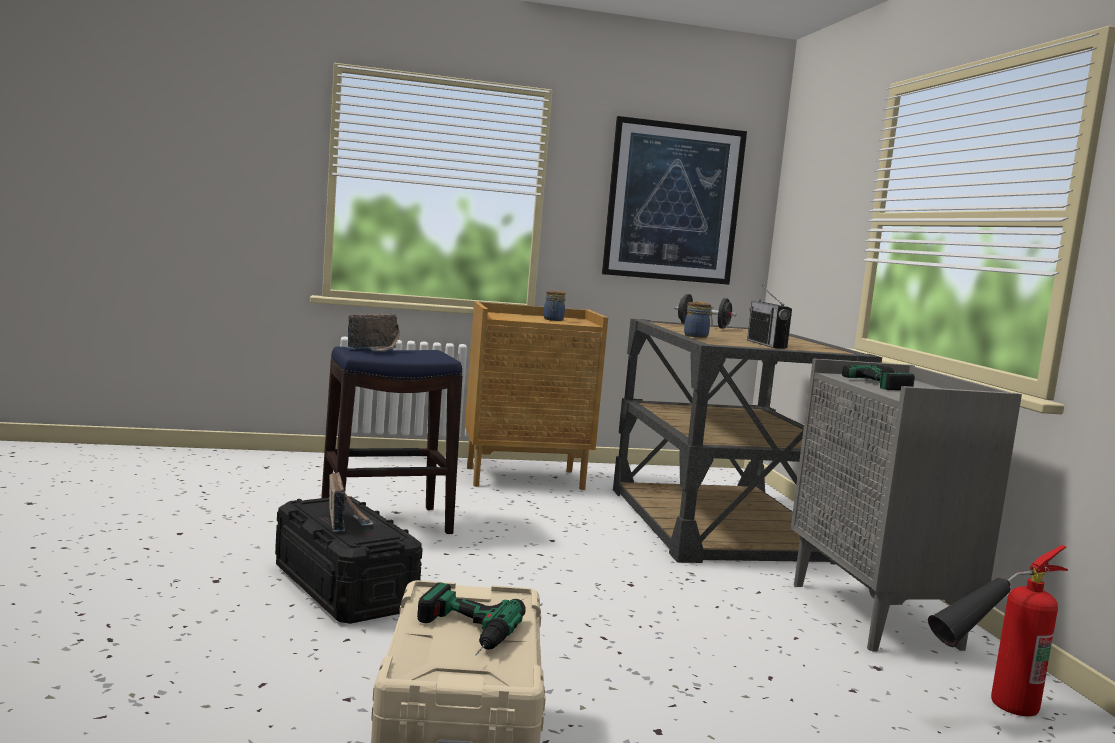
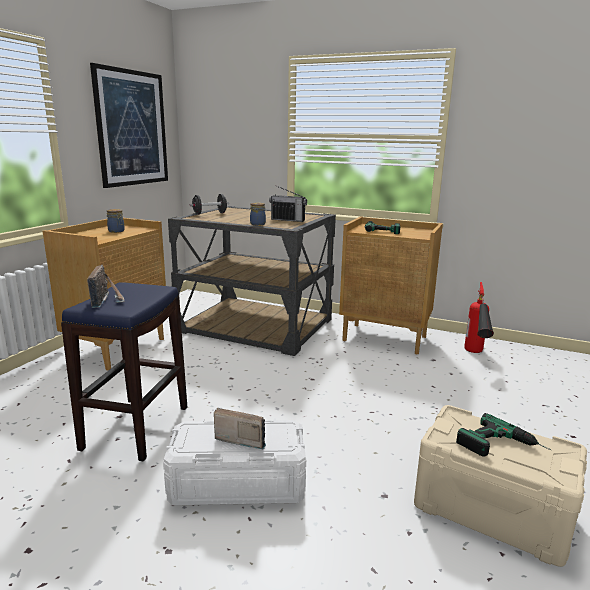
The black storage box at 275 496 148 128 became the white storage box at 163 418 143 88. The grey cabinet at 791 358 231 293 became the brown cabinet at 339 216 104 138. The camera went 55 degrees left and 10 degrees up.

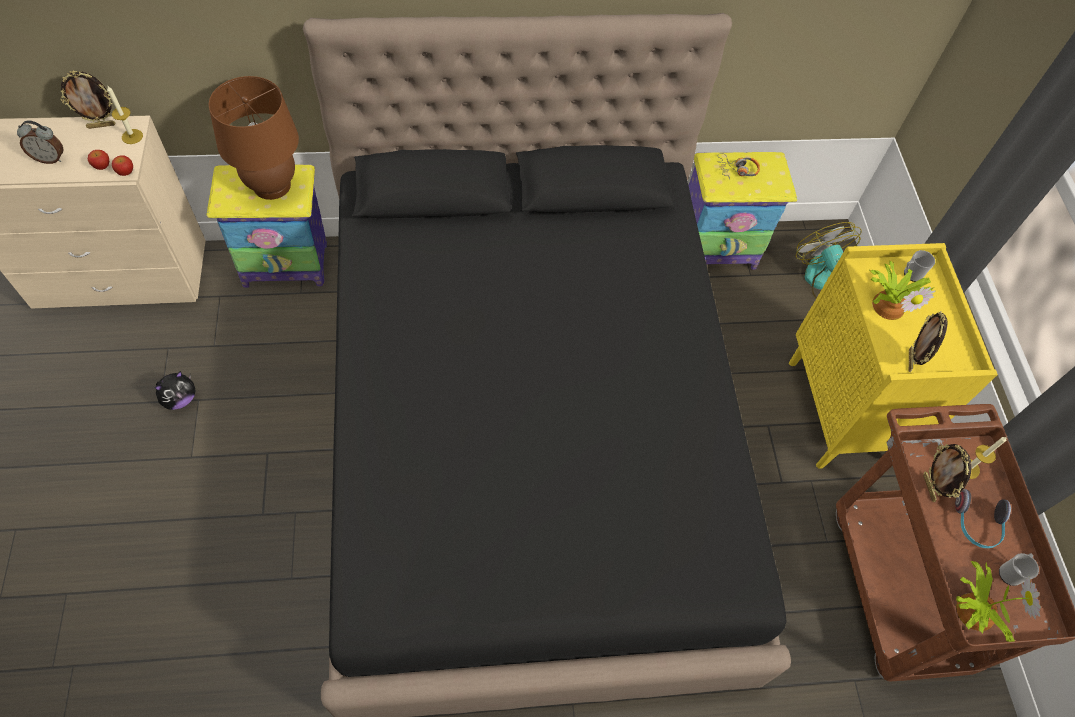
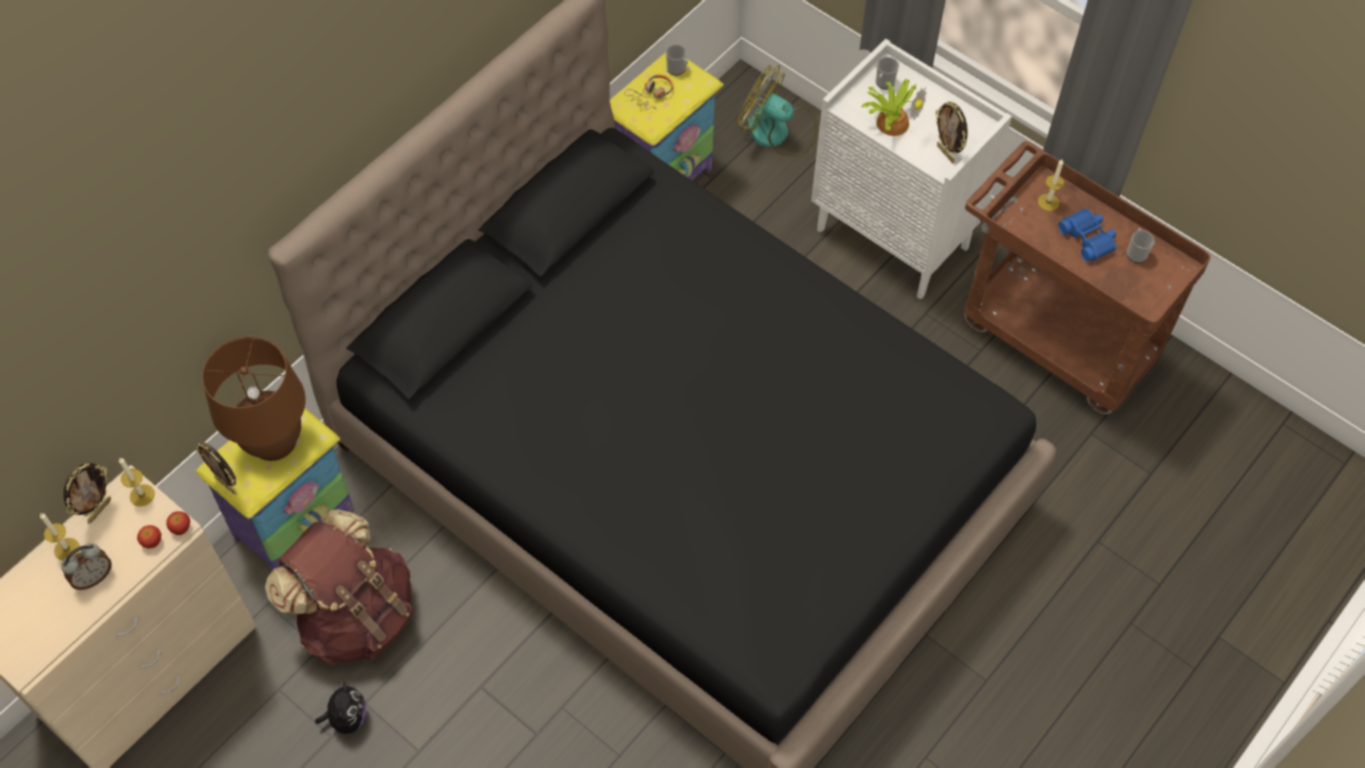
The potted plant at 956 561 85 81 disappeared. The candle at 40 513 40 48 appeared. The brown backpack at 265 509 148 156 appeared. The mug at 666 44 22 31 appeared. The picture frame moved from 923 444 48 58 to 196 442 41 52. The headphones at 955 489 56 59 was replaced by the blue binoculars at 1058 209 58 53. The yellow cabinet at 789 243 209 226 became the white cabinet at 811 39 201 260. The camera went 40 degrees left and 0 degrees up.

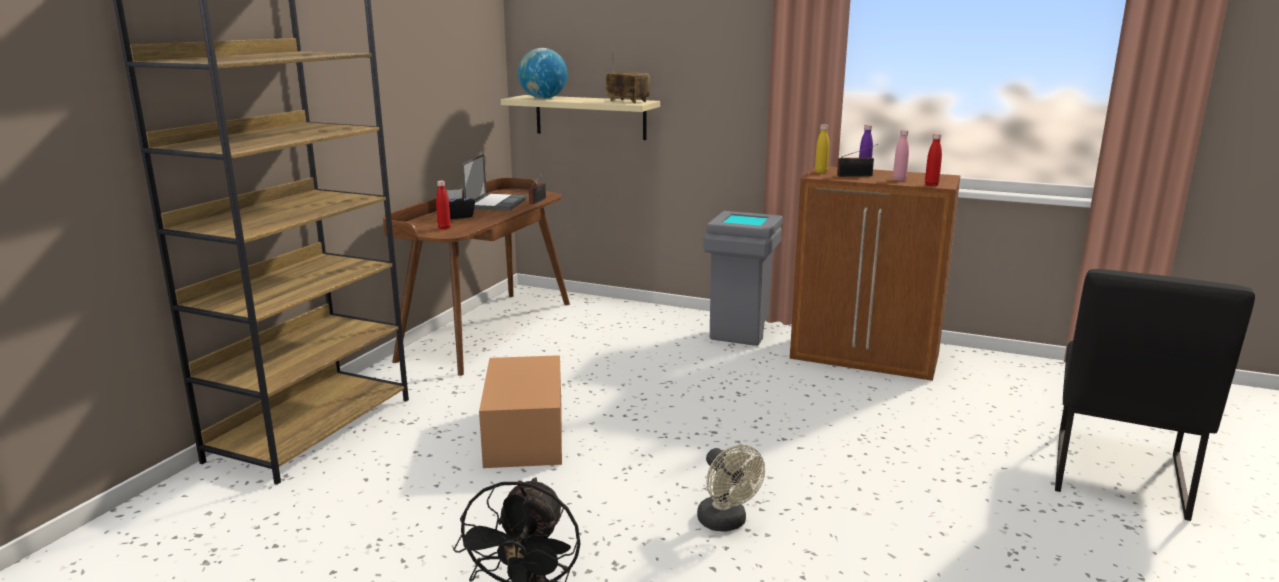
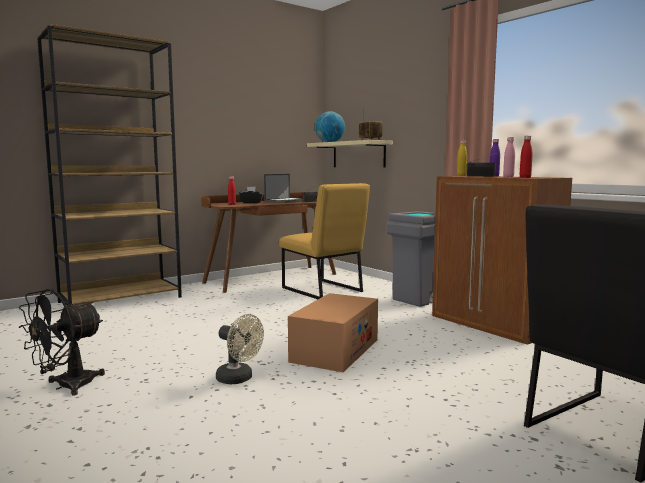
The yellow chair at 279 183 91 116 appeared. The cardboard box moved from 479 355 83 113 to 288 293 90 79. The beige fan at 697 445 68 87 turned 60 degrees counterclockwise. The camera went 30 degrees right and 10 degrees down.

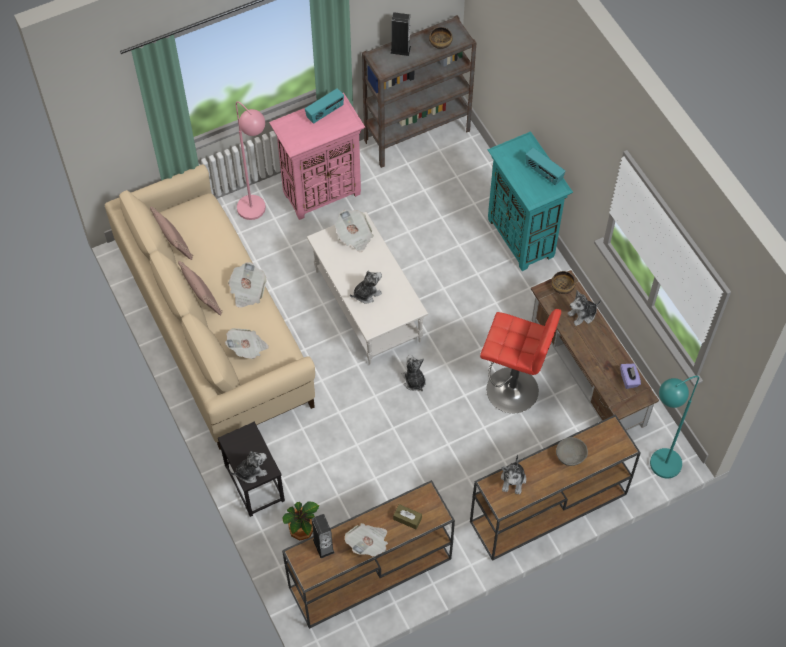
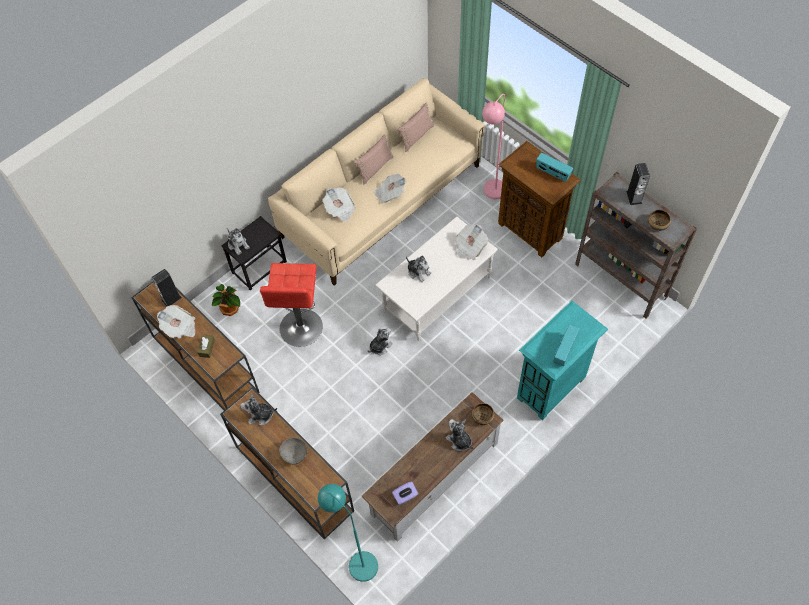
The red stool moved from 480 309 81 104 to 260 263 63 84. The pink cabinet at 269 93 96 127 became the brown cabinet at 498 141 83 117. The camera went 75 degrees right and 0 degrees up.

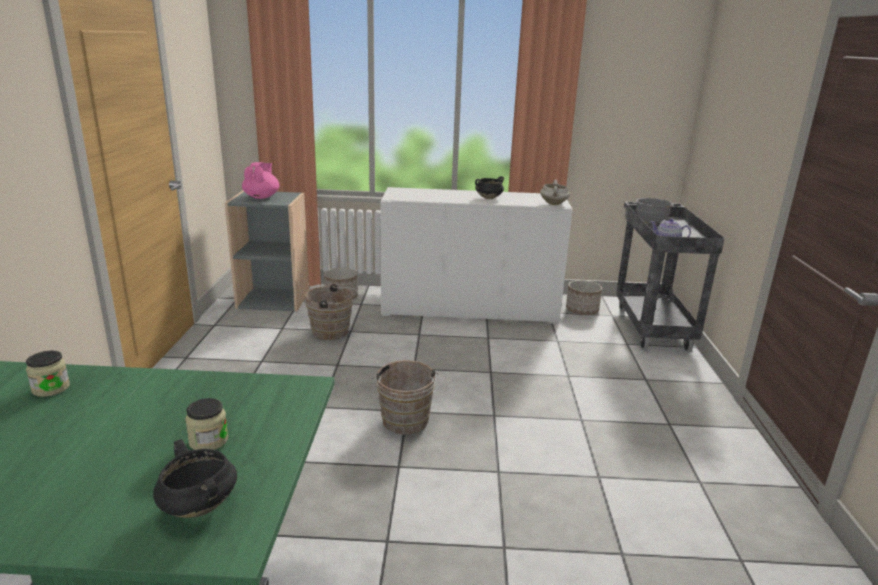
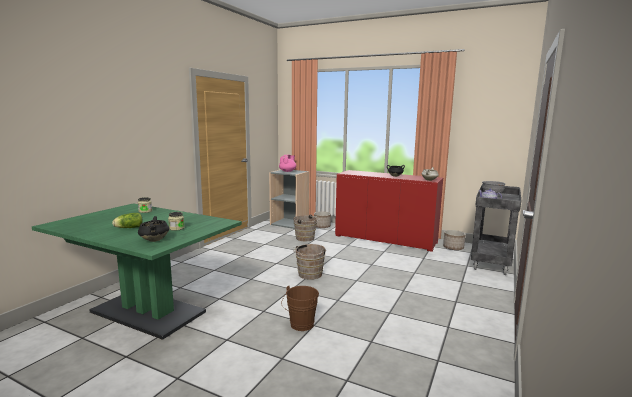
The lettuce at 112 213 31 15 appeared. The brown bucket at 281 286 38 45 appeared. The white cabinet at 381 187 192 137 became the red cabinet at 335 170 108 82. The camera went 25 degrees right and 10 degrees down.

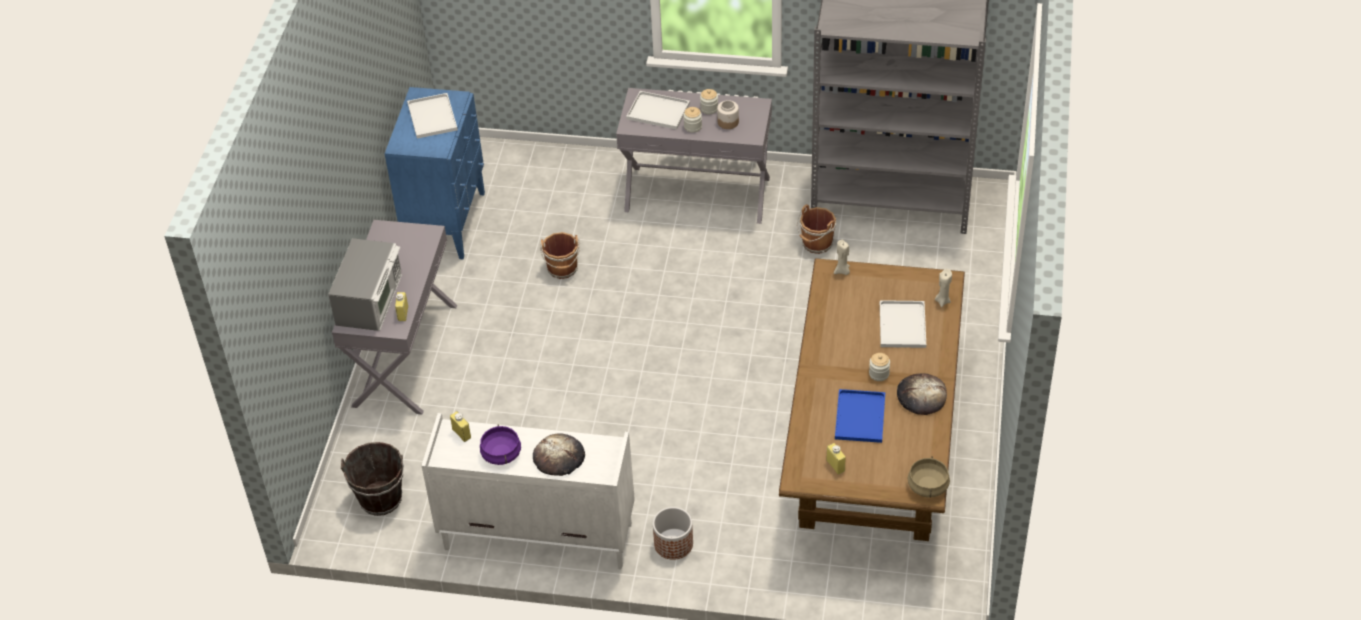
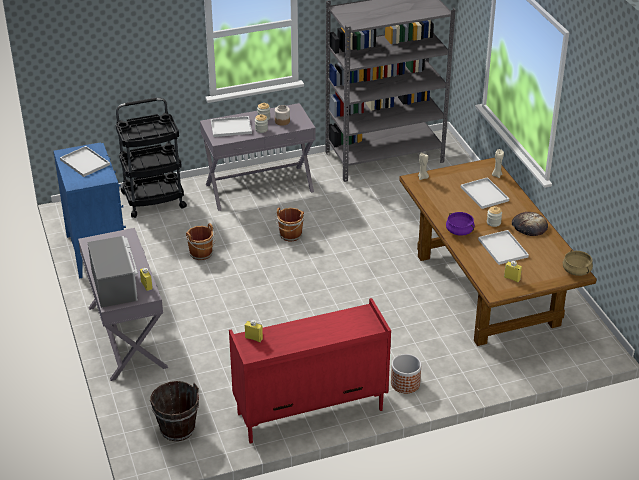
The bread at 533 433 52 43 disappeared. The black cart at 116 98 71 120 appeared. The purple cooking pot moved from 480 424 41 41 to 446 212 29 24. The brown bucket moved from 797 204 40 50 to 275 207 30 35. The white cabinet at 422 413 213 157 became the red cabinet at 229 298 162 145. The blue tray at 835 389 50 54 became the white tray at 478 230 51 35. The camera went 30 degrees left and 10 degrees down.

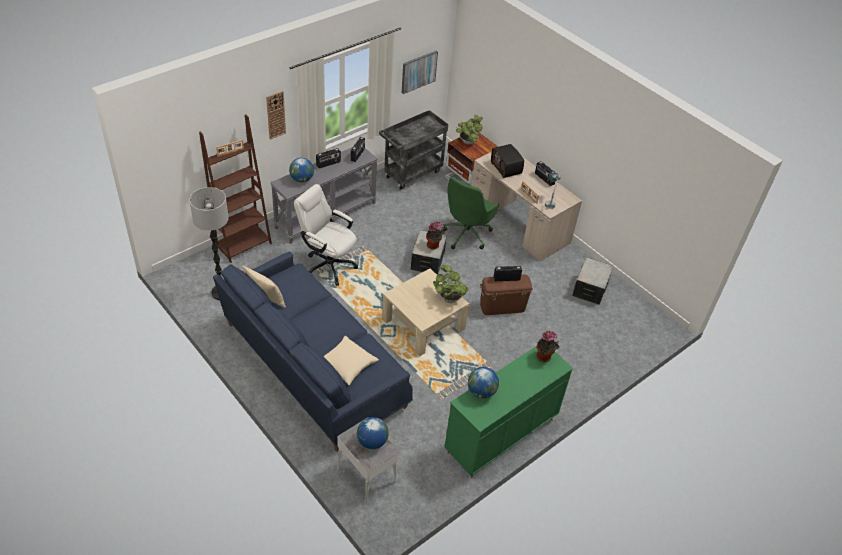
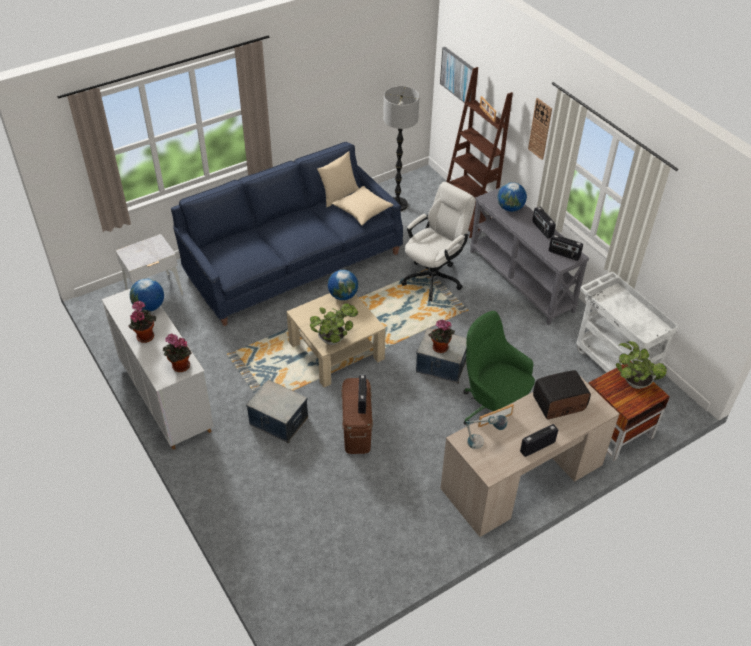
The potted plant at 128 301 28 42 appeared. The beige pillow moved from 324 336 55 49 to 332 186 61 39. The globe moved from 357 417 32 32 to 328 270 30 30. The picture moved from 402 51 36 43 to 440 47 33 56. The storage box moved from 572 257 41 48 to 246 380 62 63. The black cart at 379 110 69 80 became the white cart at 576 272 102 108. The green cabinet at 445 346 129 132 became the white cabinet at 101 289 113 160. The camera went 100 degrees right and 0 degrees up.

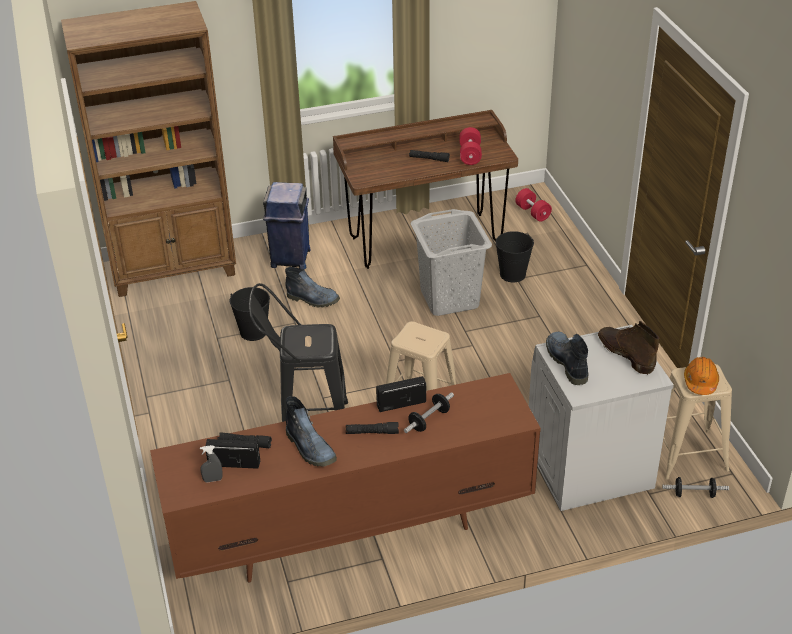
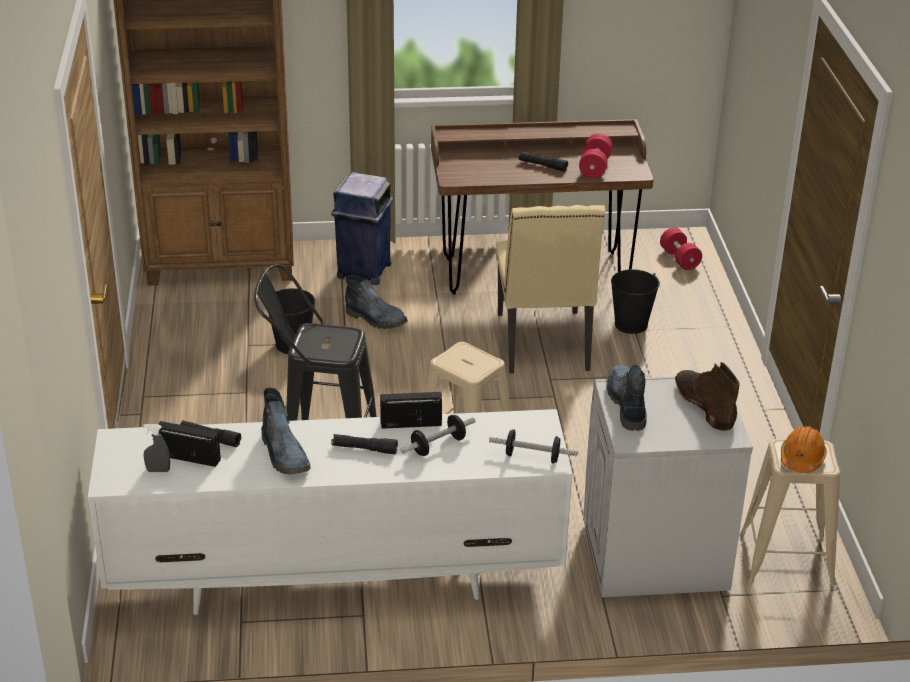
The dumbbell moved from 662 477 67 21 to 489 429 89 35. The grey laundry basket at 410 209 82 107 was replaced by the beige chair at 496 205 109 168. The brown cabinet at 150 373 391 209 became the white cabinet at 88 409 484 206. The camera went 10 degrees right and 5 degrees down.

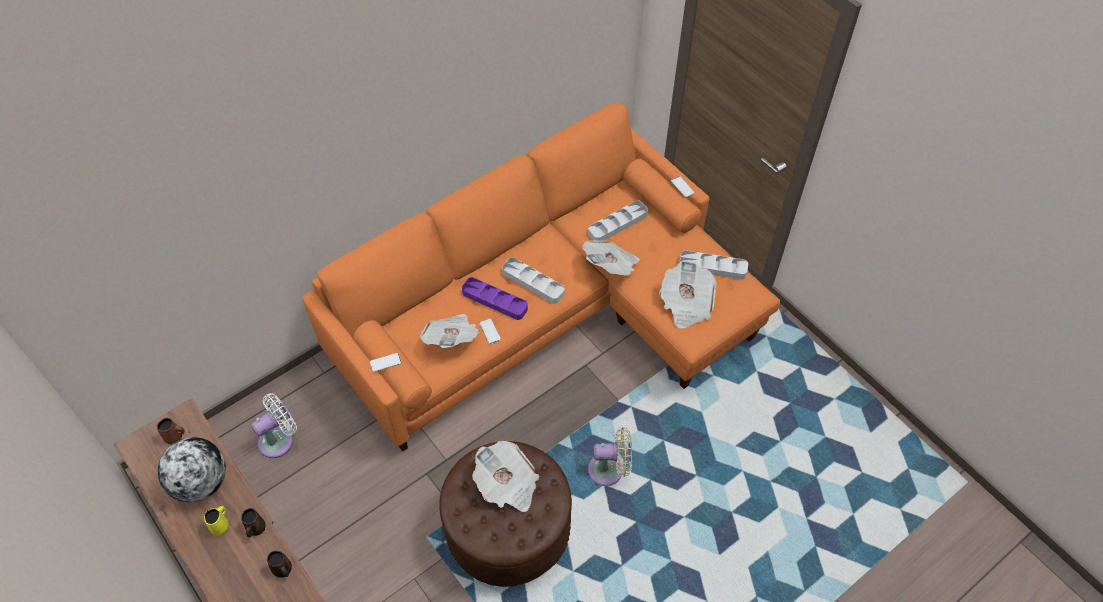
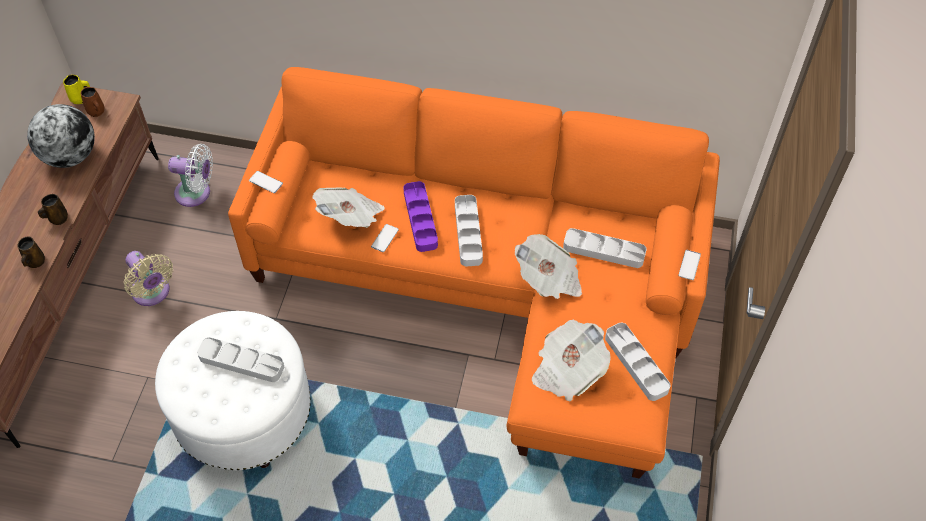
The yellow mug moved from 204 506 25 30 to 63 74 27 30. The beige fan moved from 588 427 44 59 to 124 251 49 55. The newspaper at 472 441 67 71 was replaced by the grey tray at 197 337 87 45. The brown ottoman at 439 441 133 146 became the white ottoman at 155 311 156 160. The camera went 50 degrees right and 0 degrees up.

